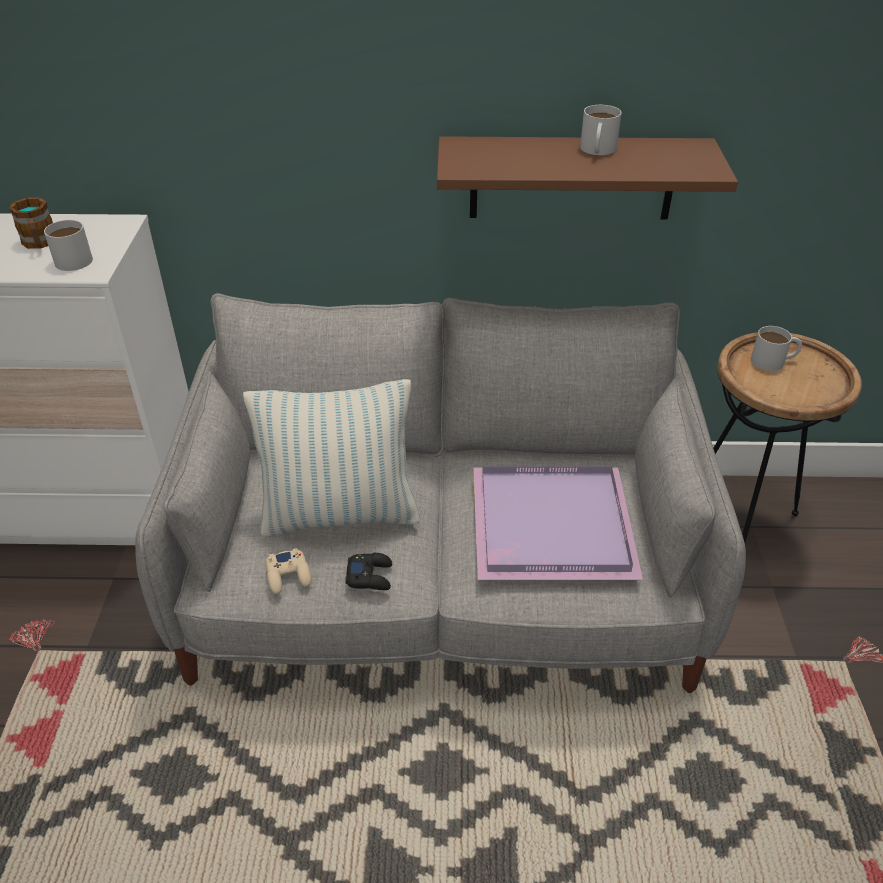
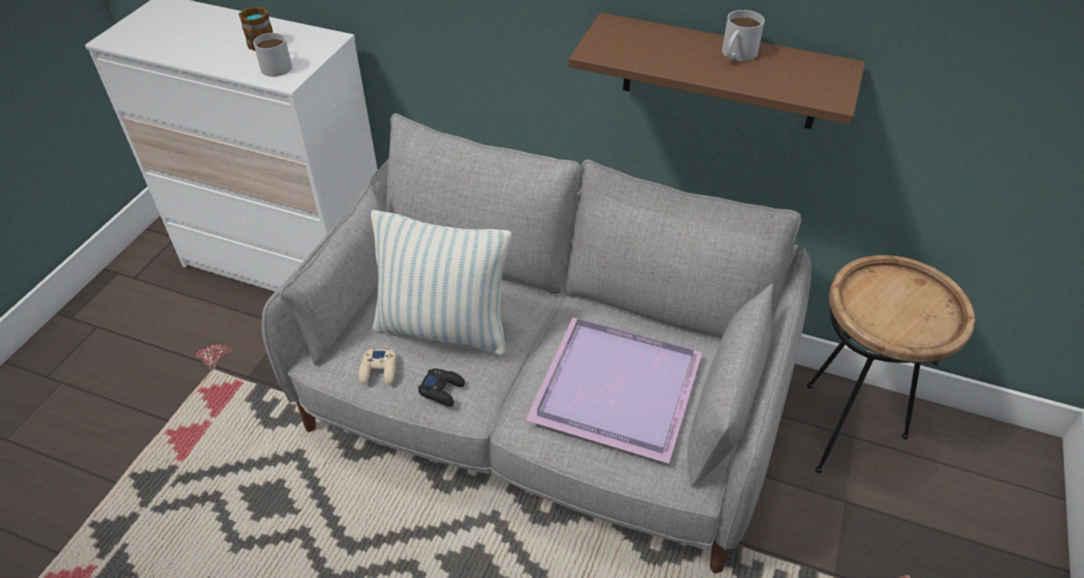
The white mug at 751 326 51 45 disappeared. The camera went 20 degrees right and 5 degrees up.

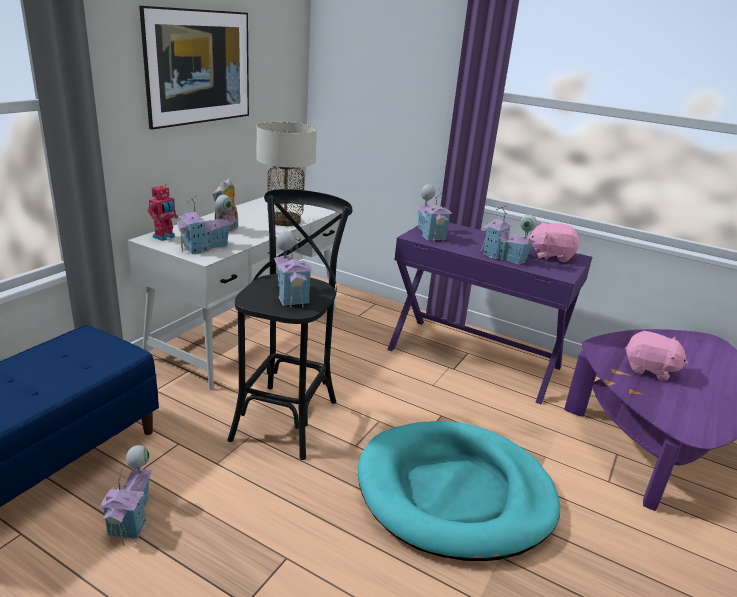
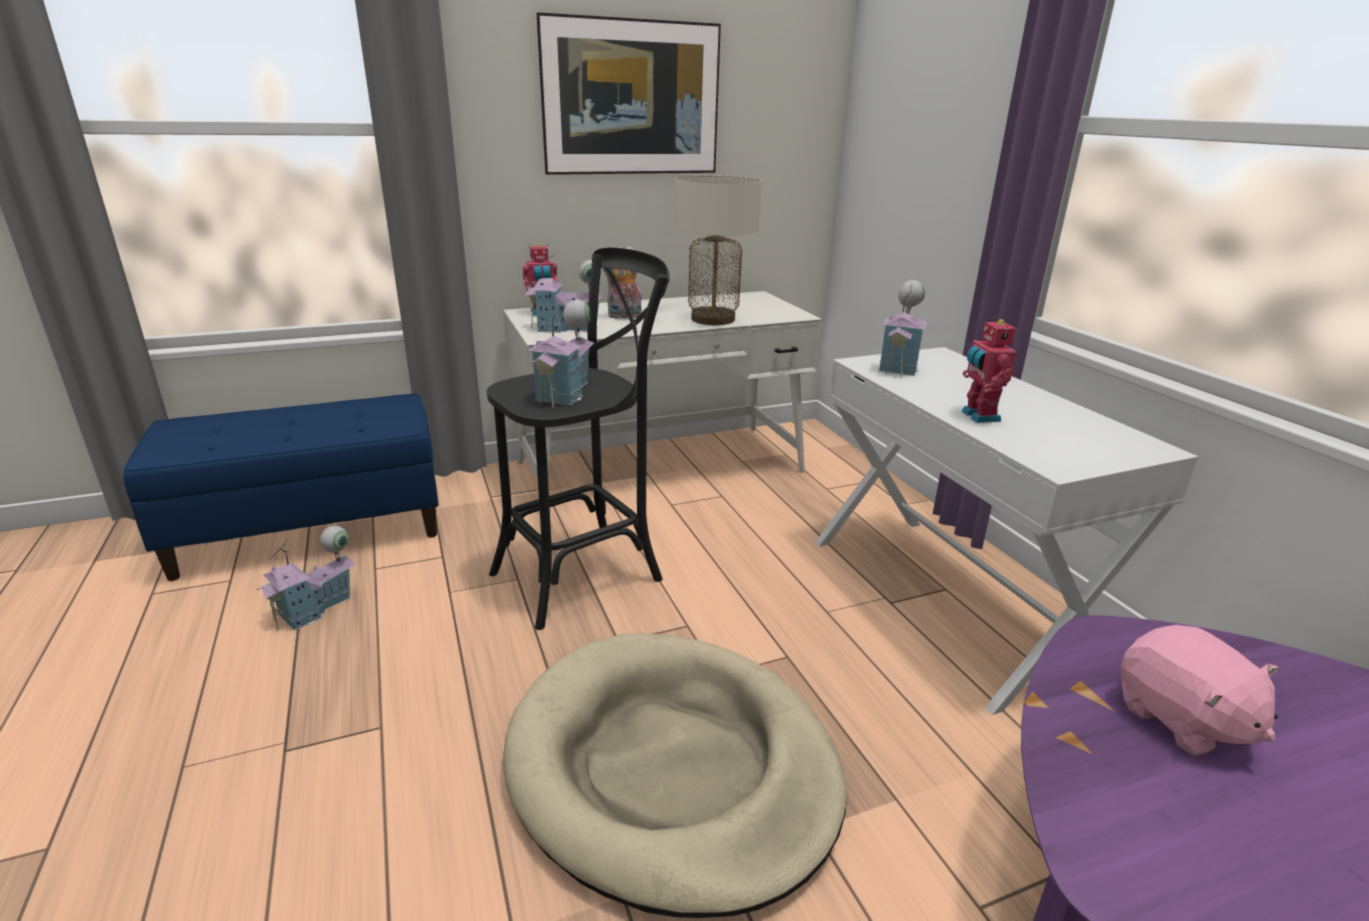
The pink plush toy at 528 222 51 40 disappeared. The toy house at 481 205 56 59 was replaced by the toy robot at 962 318 55 105. The turquoise dog bed at 358 421 202 140 became the beige dog bed at 503 633 344 285. The purple console table at 387 222 205 182 became the white console table at 815 347 383 368. The camera went 40 degrees right and 0 degrees up.

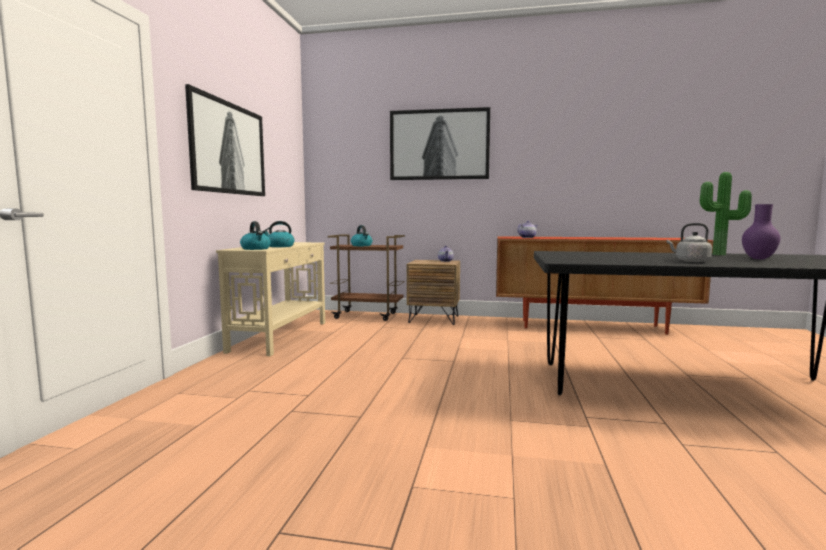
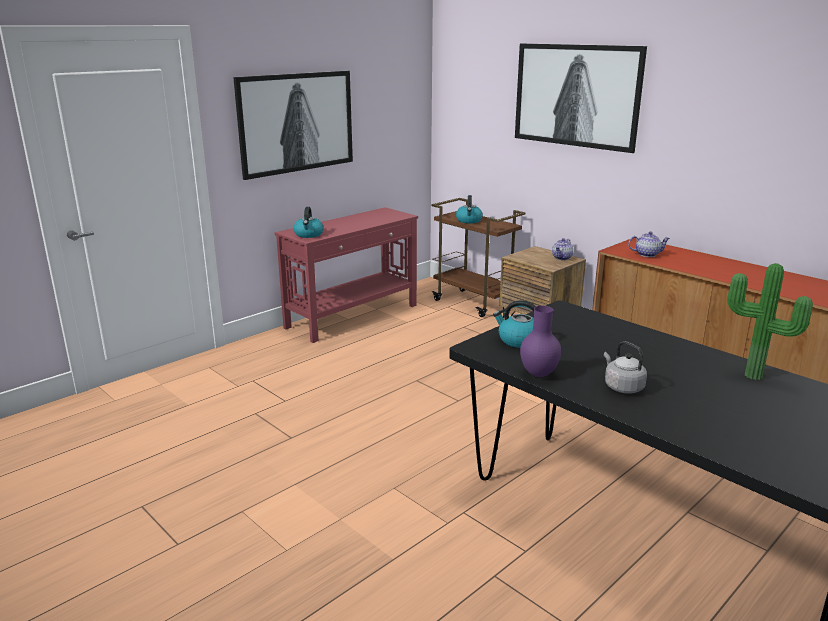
The kettle moved from 262 221 33 26 to 493 300 43 48. The purple vase moved from 742 204 38 55 to 520 306 41 71. The beige console table at 216 242 109 114 became the red console table at 275 207 143 136. The camera went 35 degrees right and 15 degrees up.

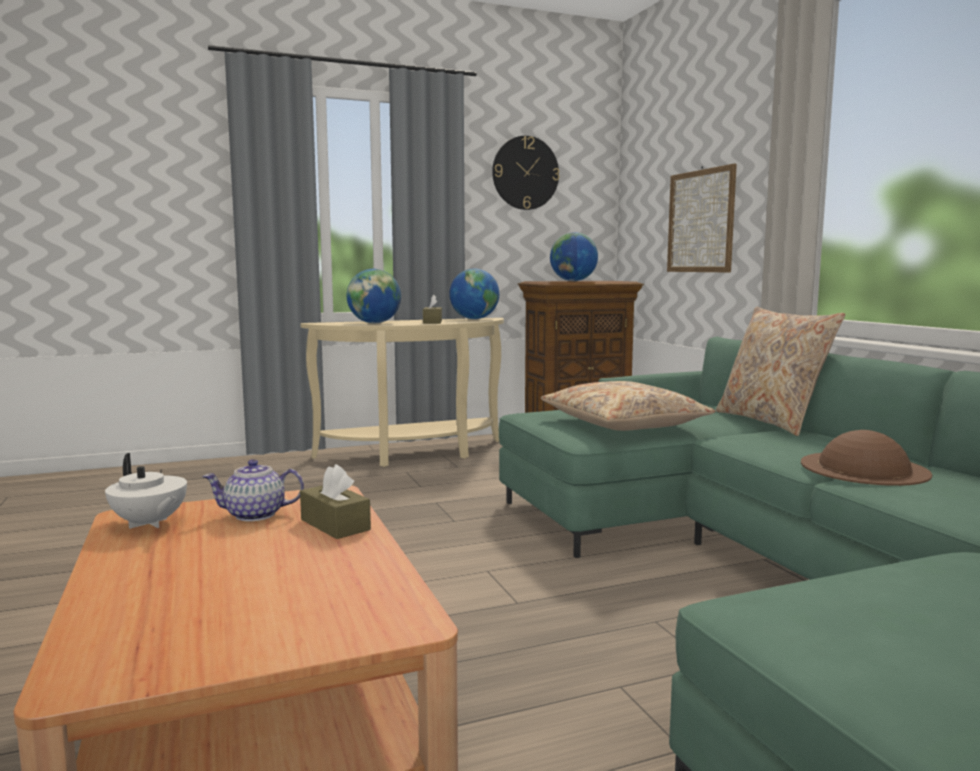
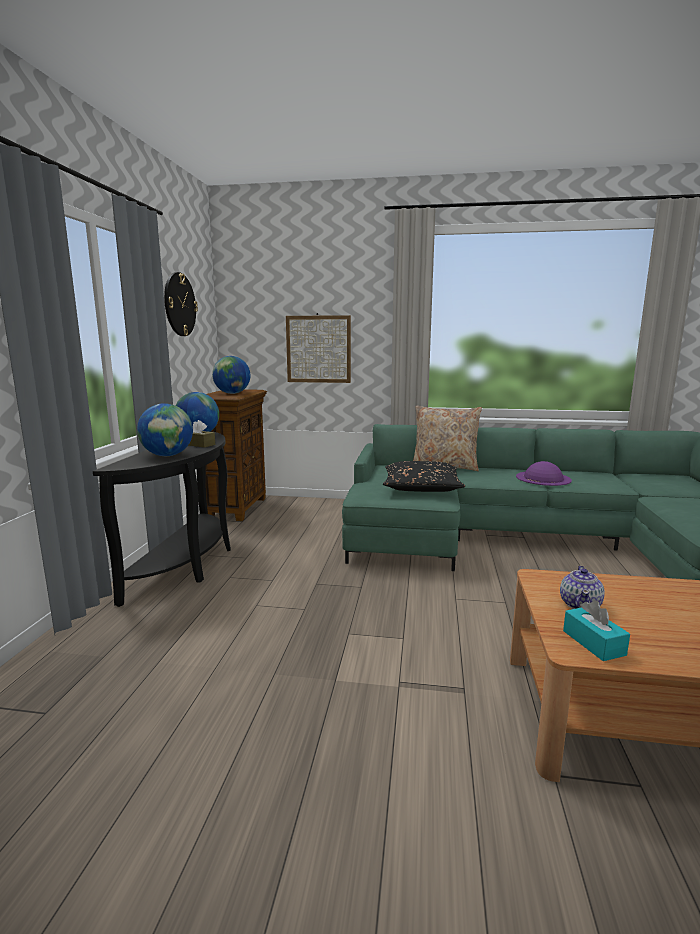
The brown tissue box at 300 464 71 75 disappeared. The white teapot at 105 453 82 76 was replaced by the turquoise tissue box at 563 600 67 61. The beige console table at 300 318 204 149 became the black console table at 93 431 138 176. The beige pillow at 541 381 174 50 became the black pillow at 383 461 82 31. The brown hat at 801 430 131 56 became the purple hat at 516 461 56 25. The camera went 60 degrees left and 5 degrees up.

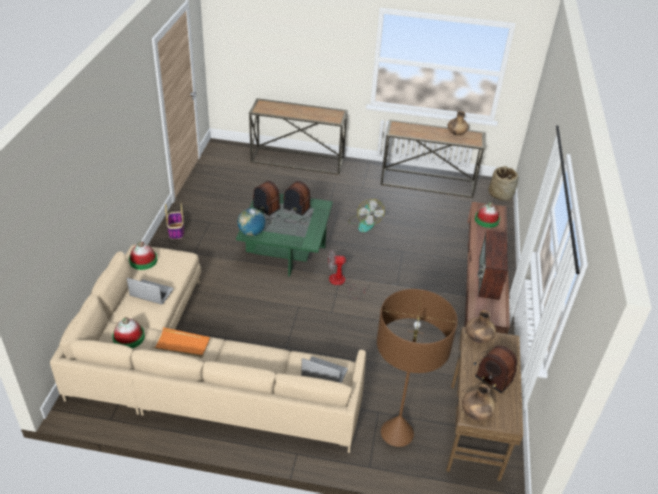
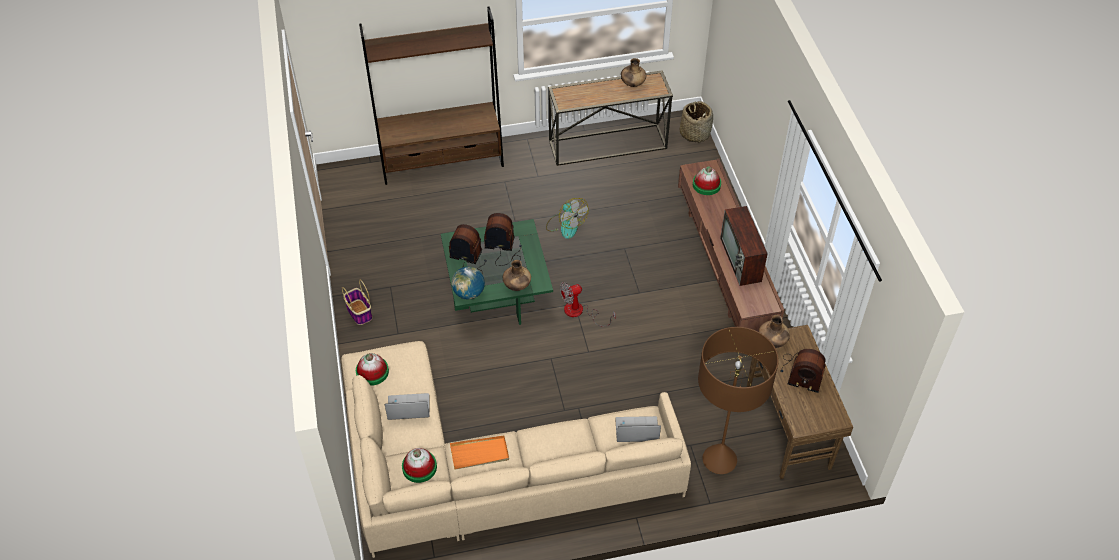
The brown vase moved from 462 384 34 36 to 503 260 28 31. The console table at 249 98 99 77 was replaced by the brown bookcase at 359 6 145 179. The camera went 20 degrees left and 10 degrees up.

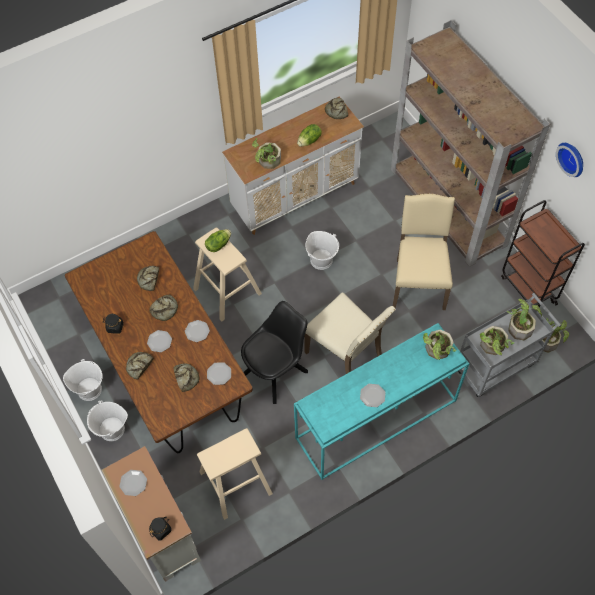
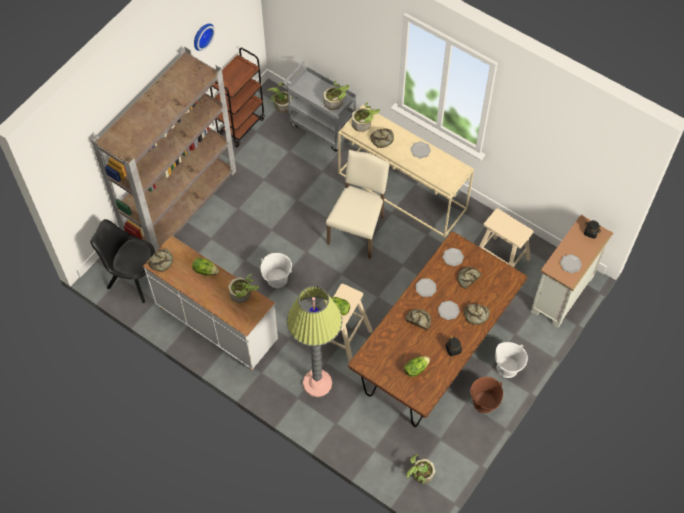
The beige chair at 393 194 62 116 disappeared. The floor lamp at 287 286 56 111 appeared. The lettuce at 404 356 26 21 appeared. The bread moved from 137 266 22 25 to 370 128 24 20. The black chair moved from 241 301 67 103 to 90 219 65 84. The potted plant moved from 507 299 35 41 to 407 454 28 30. The white bucket at 63 359 40 42 became the brown bucket at 470 377 33 36. The turquoise console table at 294 323 175 157 became the beige console table at 338 105 136 133. The camera went 115 degrees left and 0 degrees up.

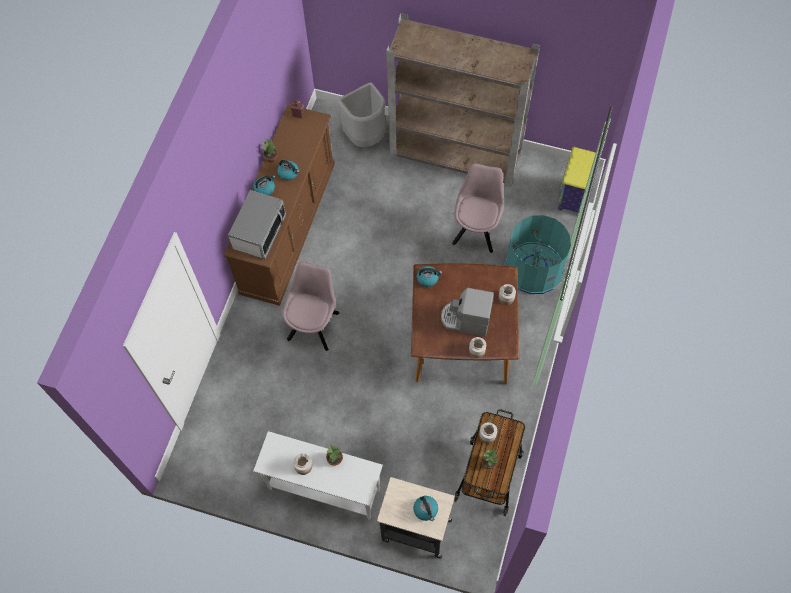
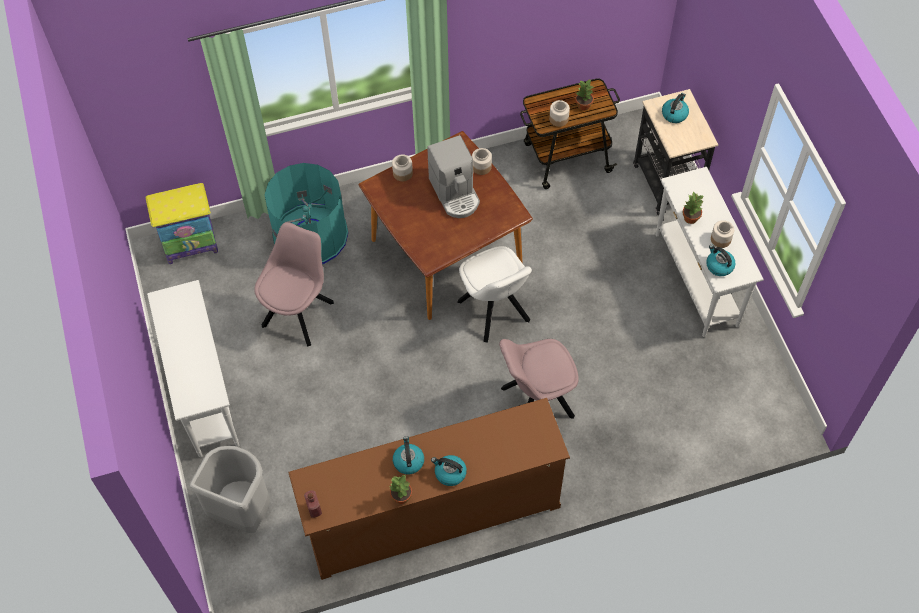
The microwave at 228 190 58 69 disappeared. The white chair at 457 246 75 96 appeared. The kettle moved from 417 266 25 21 to 706 245 29 31. The brown bookcase at 386 13 154 174 was replaced by the white console table at 147 280 92 177. The pink chair at 452 163 52 90 turned 135 degrees clockwise. The camera went 125 degrees left and 5 degrees down.

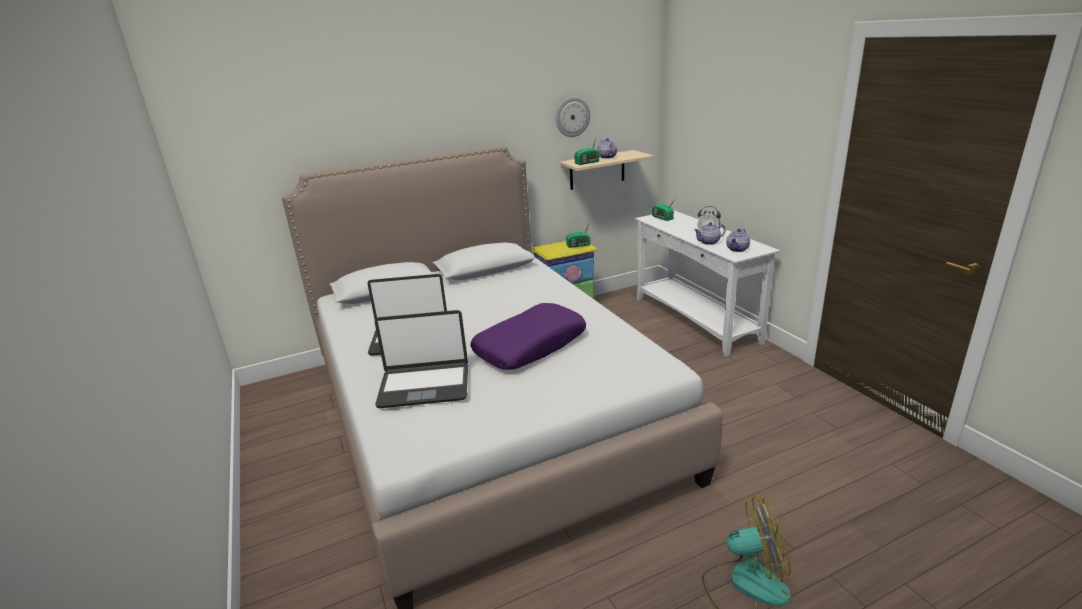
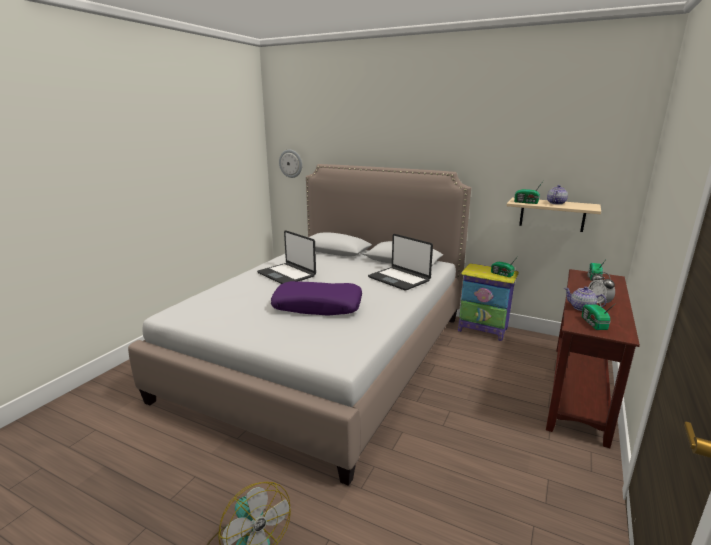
The laptop moved from 375 310 93 98 to 368 234 65 56. The wall clock moved from 556 97 34 40 to 279 149 23 29. The teapot at 726 228 24 24 was replaced by the radio at 582 303 34 27. The white console table at 635 210 145 147 became the brown console table at 546 269 94 179. The camera went 50 degrees right and 5 degrees down.

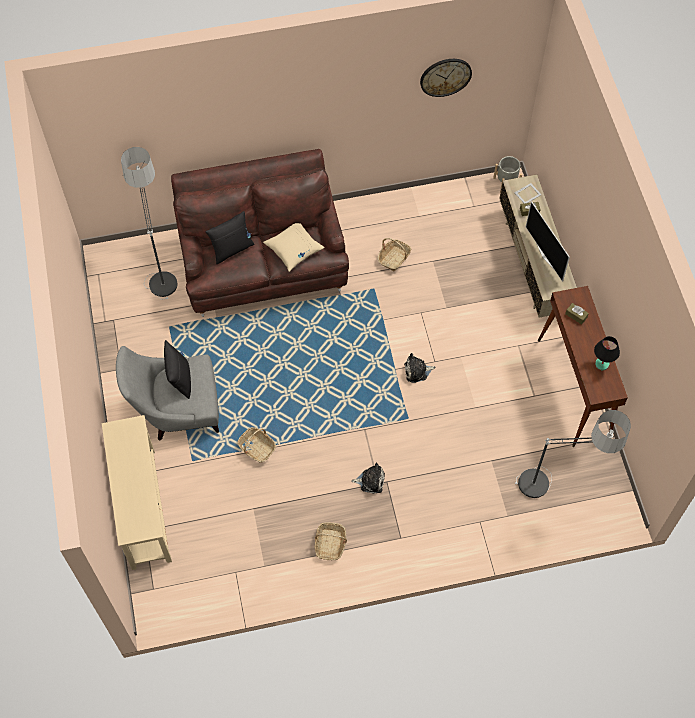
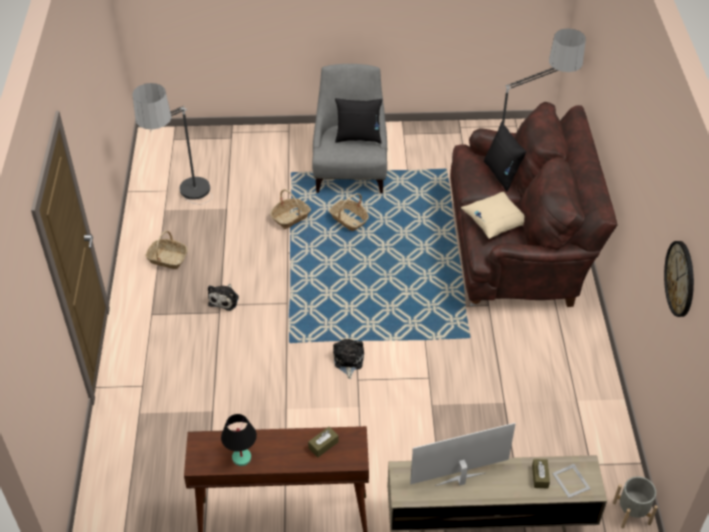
The beige console table at 102 415 70 155 disappeared. The basket moved from 377 238 34 33 to 329 193 40 38. The floor lamp moved from 515 410 116 88 to 132 83 80 121. The camera went 100 degrees right and 15 degrees down.

